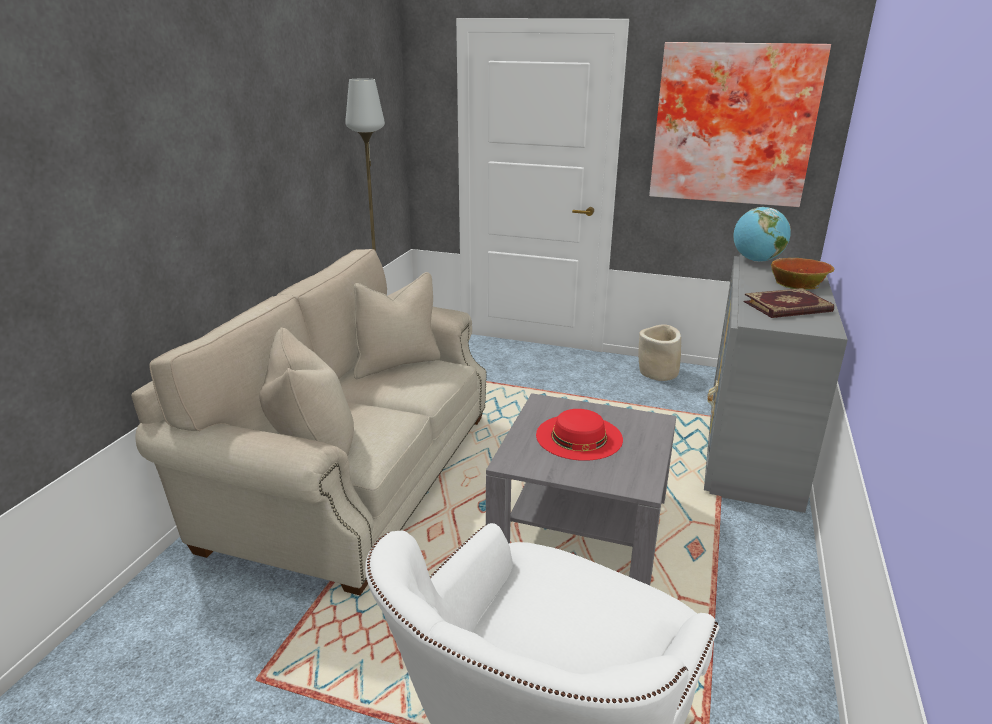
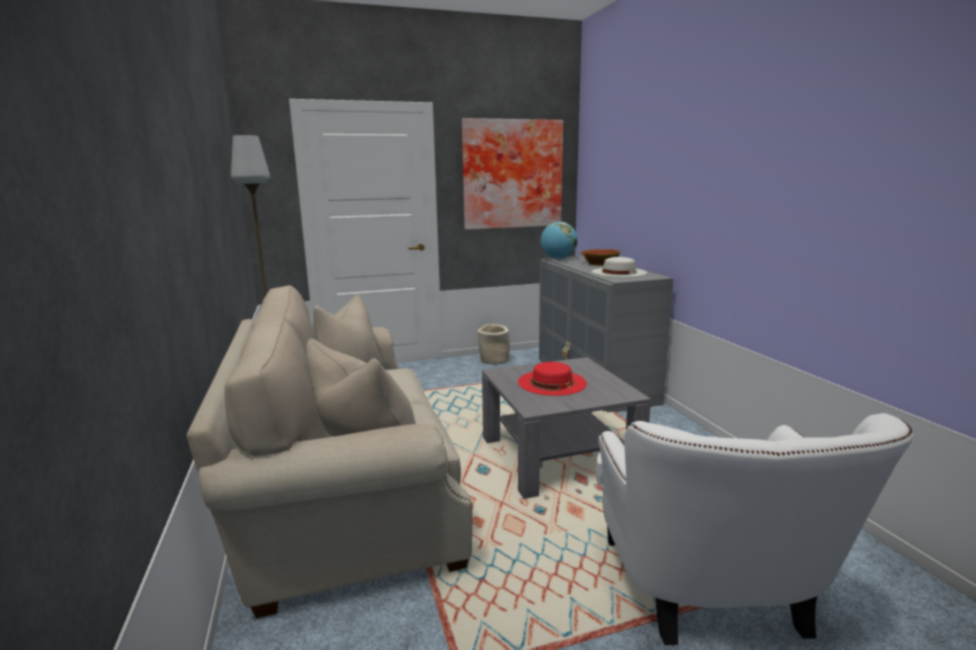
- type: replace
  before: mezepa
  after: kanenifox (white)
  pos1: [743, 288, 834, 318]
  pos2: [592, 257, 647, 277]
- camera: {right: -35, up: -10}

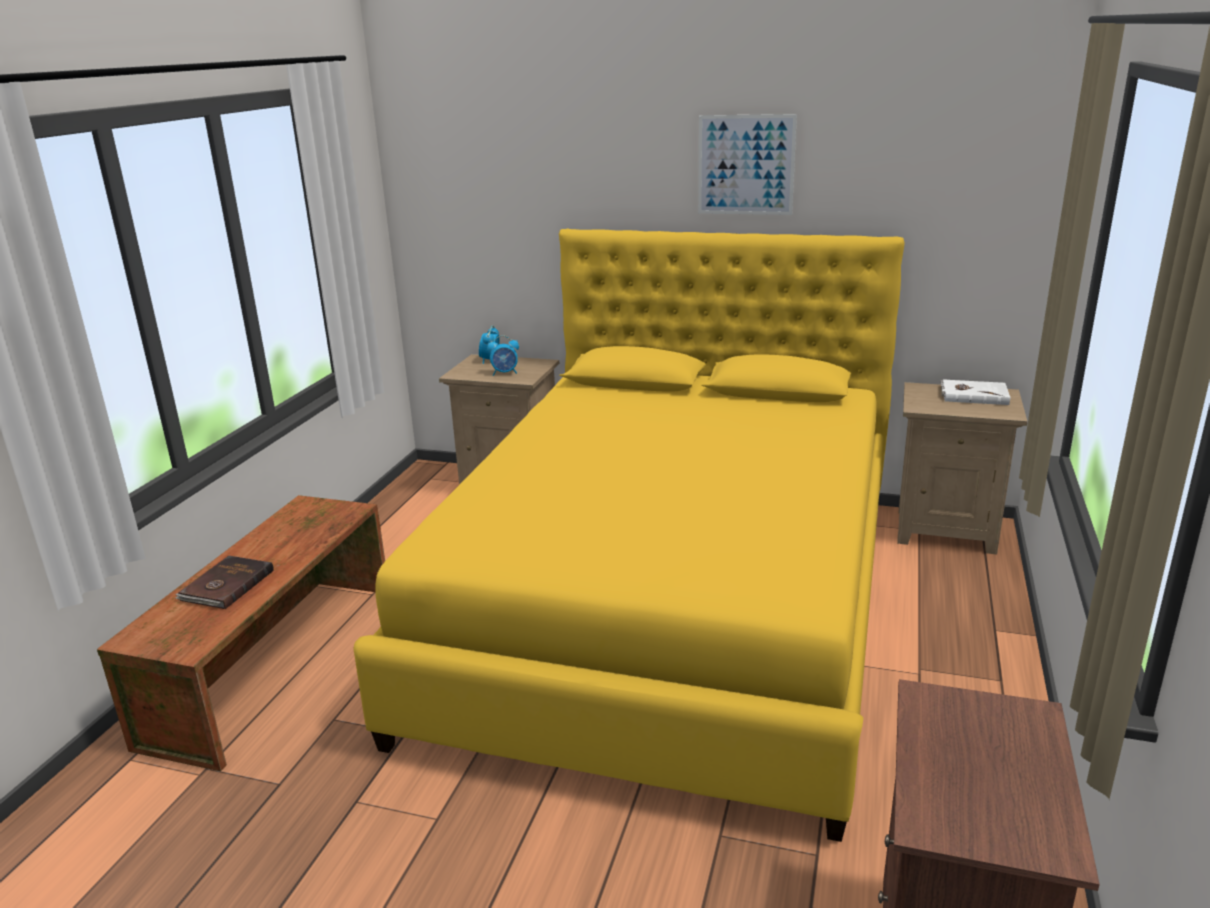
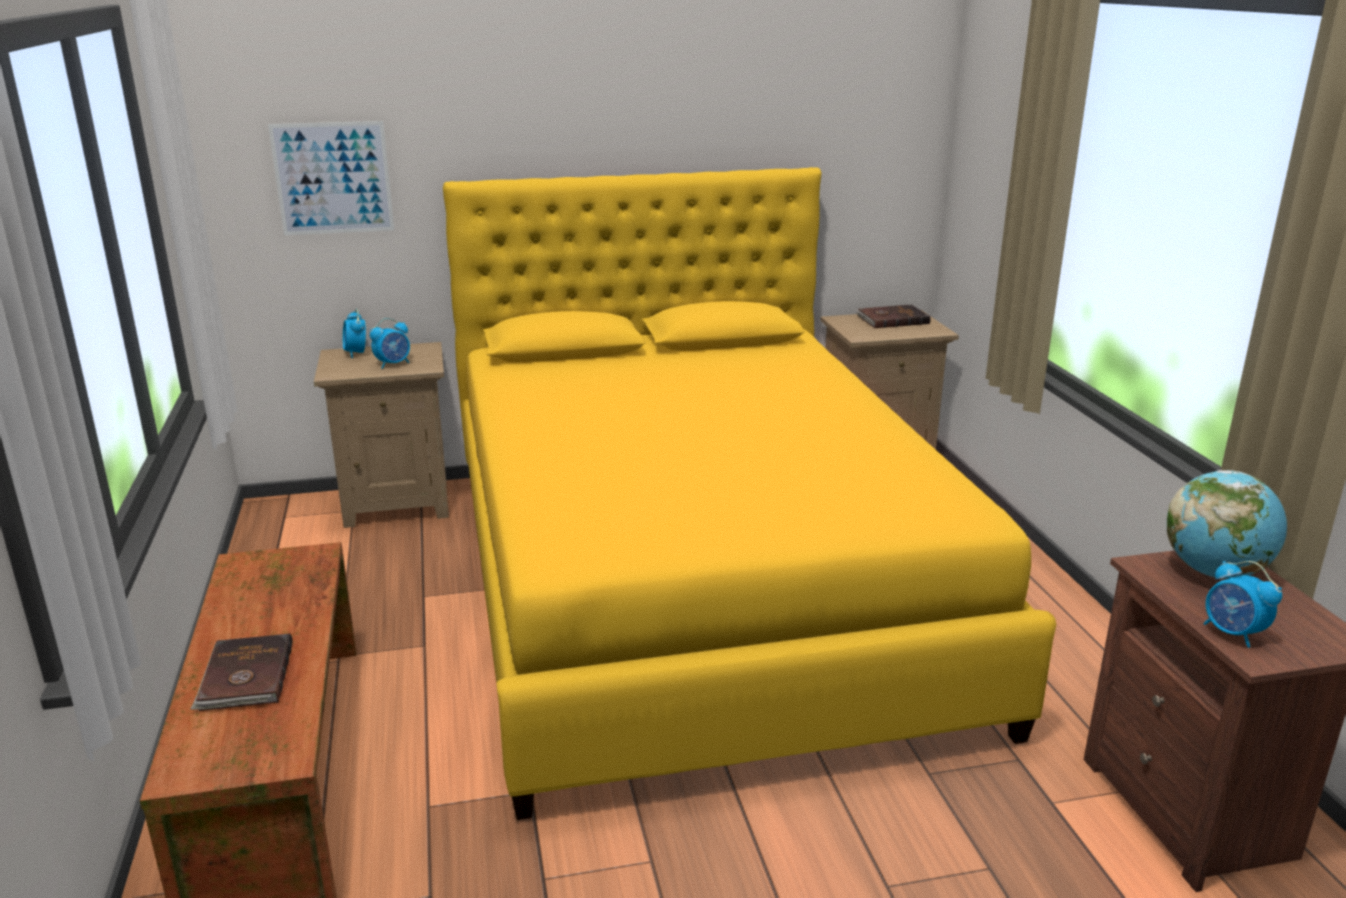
- type: move
  before: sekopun
  pos1: [698, 114, 797, 215]
  pos2: [268, 121, 394, 235]
- type: recolor
  before: mezepa (white)
  after: mezepa (brown)
  pos1: [941, 380, 1010, 405]
  pos2: [856, 305, 930, 328]
- type: insert
  after: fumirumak
  pos2: [1167, 470, 1287, 579]
- type: insert
  after: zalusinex
  pos2: [1203, 561, 1282, 648]
- camera: {right: -30, up: 0}

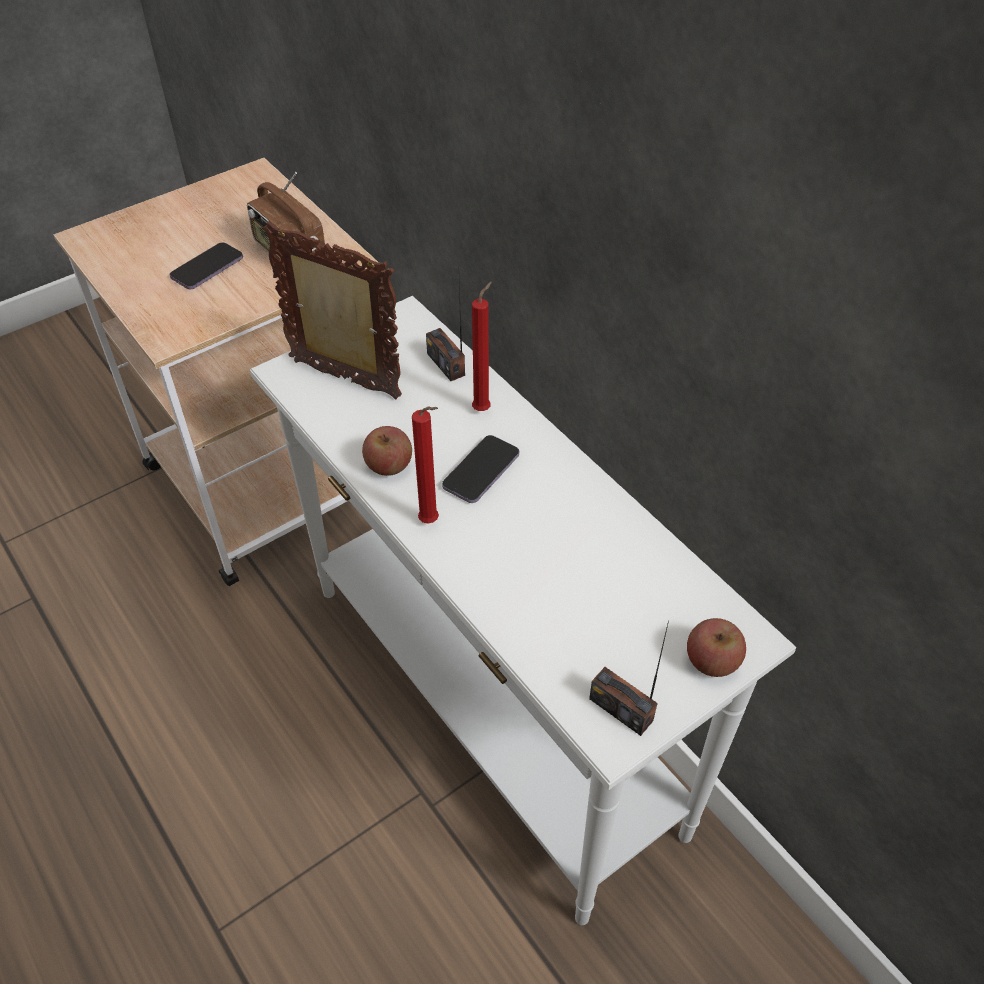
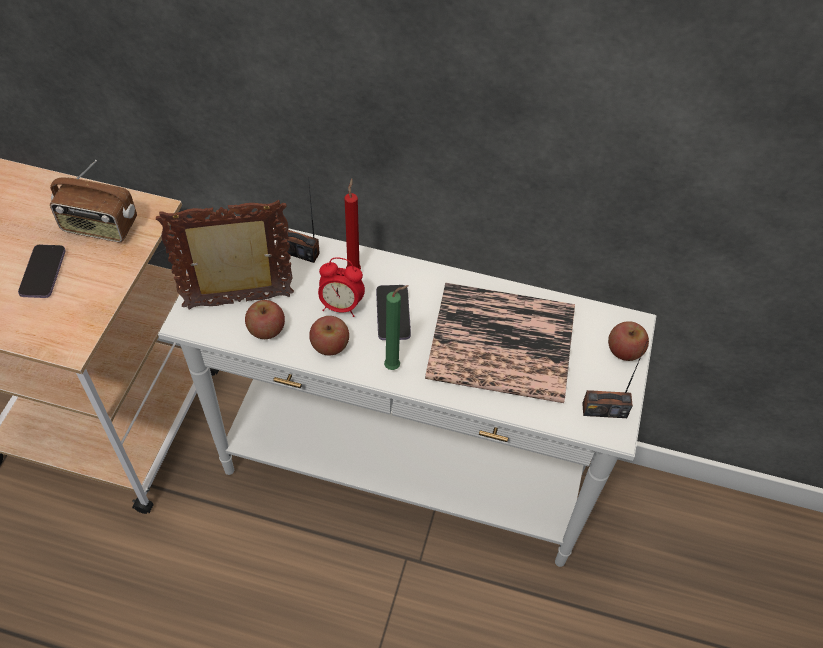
- type: recolor
  before: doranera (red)
  after: doranera (green)
  pos1: [412, 406, 439, 523]
  pos2: [384, 285, 409, 370]
- type: insert
  after: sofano
  pos2: [245, 300, 285, 339]
- type: insert
  after: zalusinex
  pos2: [318, 257, 365, 317]
- type: insert
  after: mezepa
  pos2: [425, 283, 575, 403]
- camera: {right: -40, up: 5}

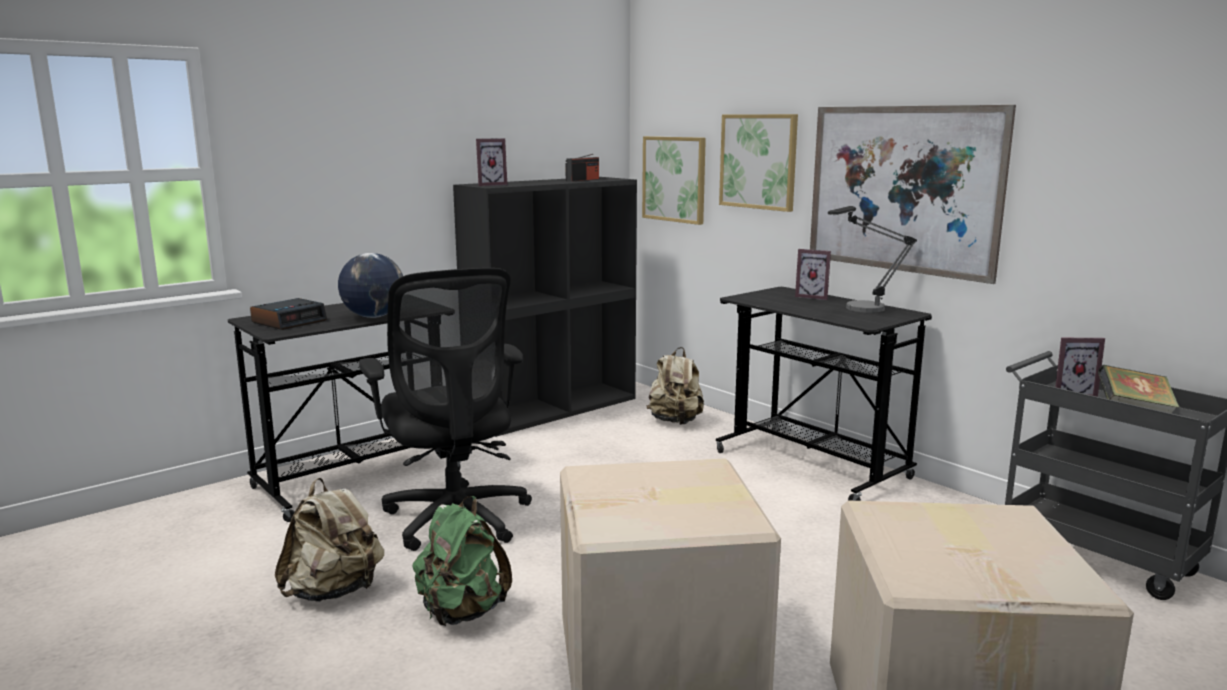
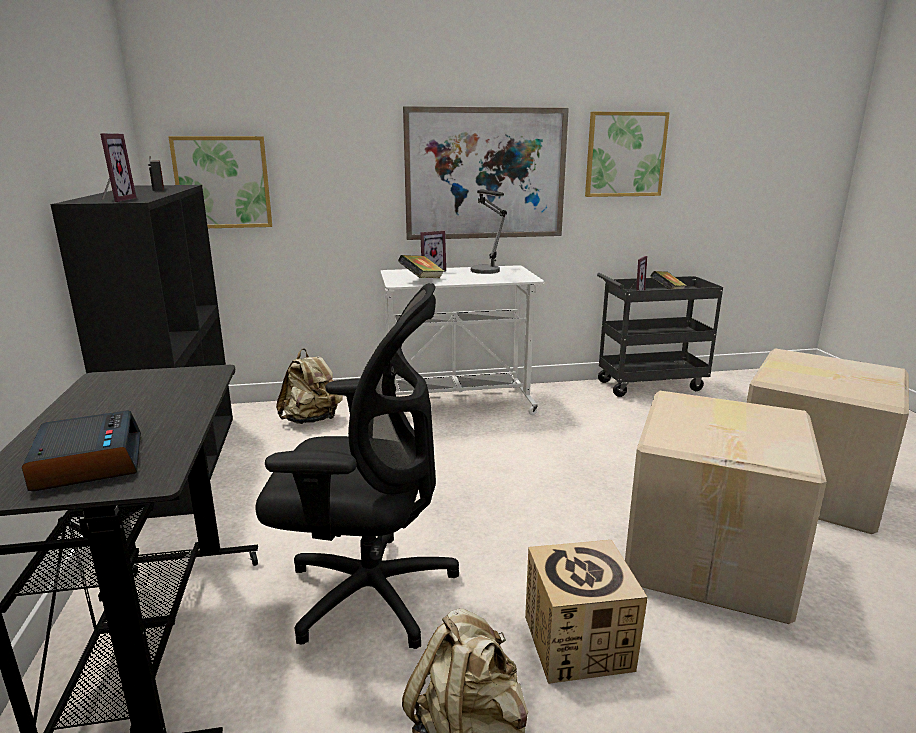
- type: delete
  before: fumirumak
  pos1: [338, 253, 403, 318]
- type: replace
  before: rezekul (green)
  after: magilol
  pos1: [412, 496, 512, 626]
  pos2: [525, 540, 648, 684]
- type: recolor
  before: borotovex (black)
  after: borotovex (white)
  pos1: [716, 287, 932, 501]
  pos2: [380, 265, 544, 415]
- type: move
  before: sekopun
  pos1: [719, 114, 798, 212]
  pos2: [585, 112, 670, 197]
- type: insert
  after: mezepa
  pos2: [398, 255, 444, 278]
- camera: {right: -60, up: 5}

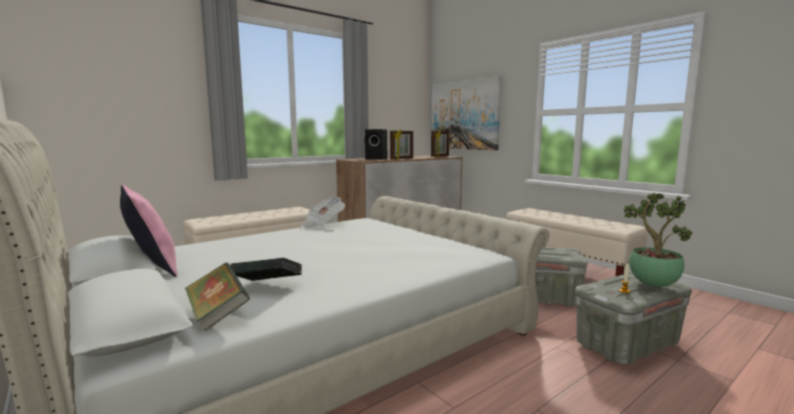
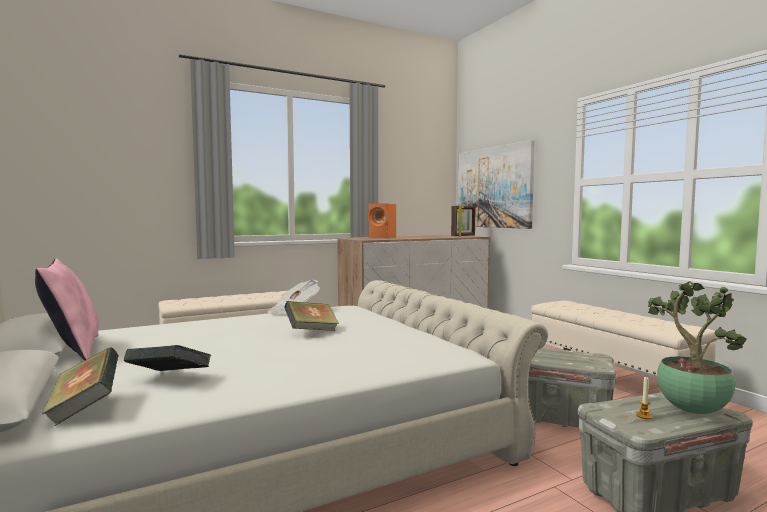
- type: recolor
  before: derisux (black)
  after: derisux (orange)
  pos1: [365, 129, 387, 160]
  pos2: [368, 204, 396, 239]
- type: delete
  before: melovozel
  pos1: [390, 130, 413, 160]
- type: insert
  after: mezepa
  pos2: [284, 301, 339, 331]
- camera: {right: 10, up: -5}

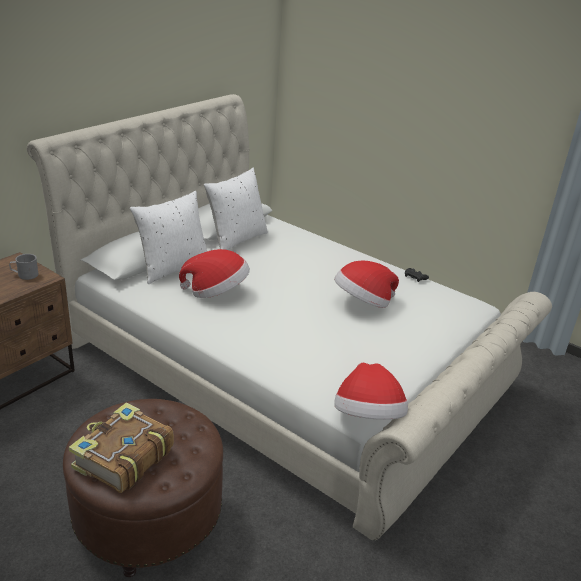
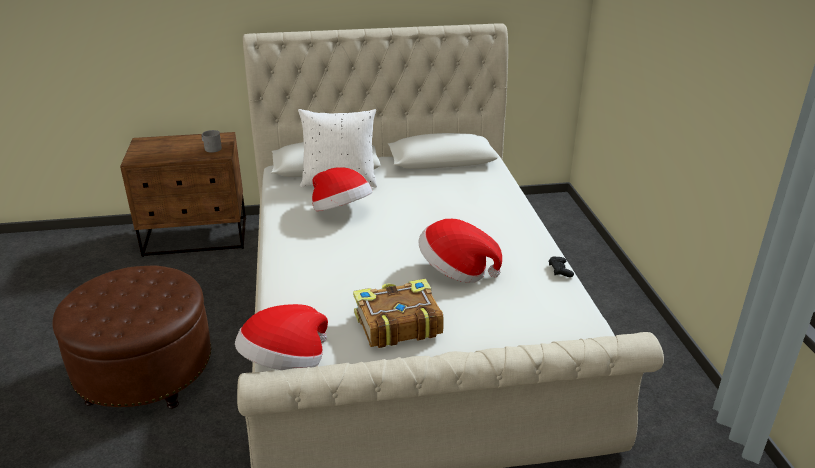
- type: move
  before: mezepa
  pos1: [69, 403, 174, 493]
  pos2: [353, 279, 444, 348]
- type: delete
  before: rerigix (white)
  pos1: [204, 167, 268, 250]
- camera: {right: 45, up: 0}

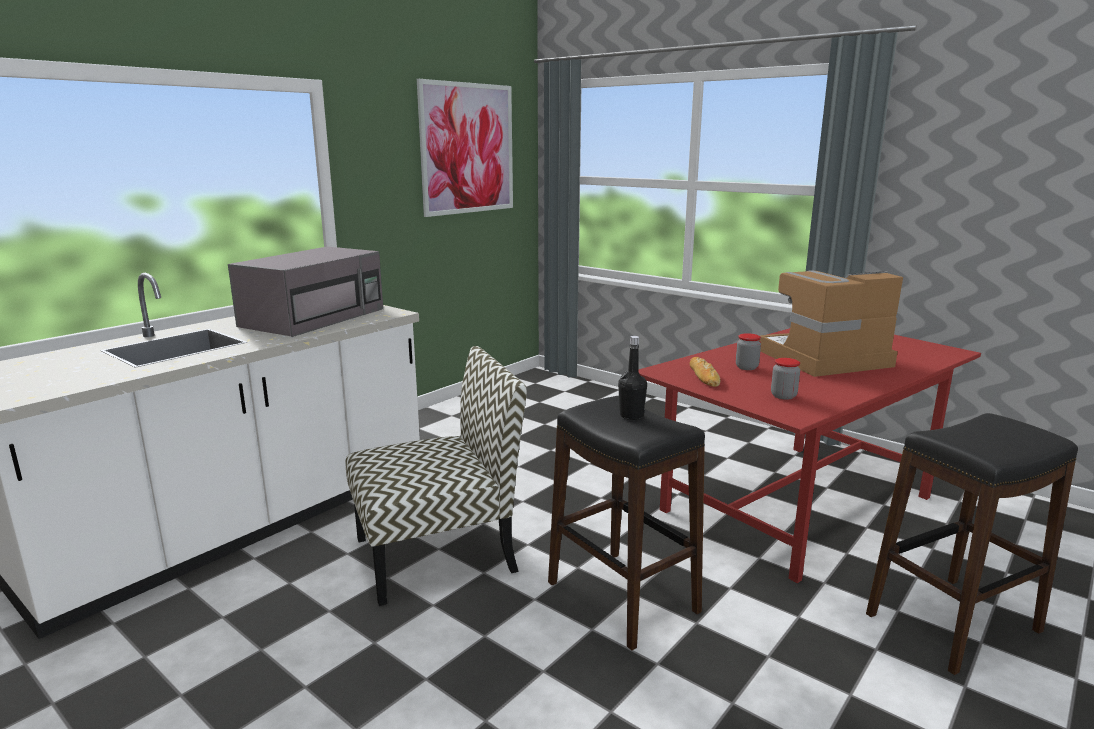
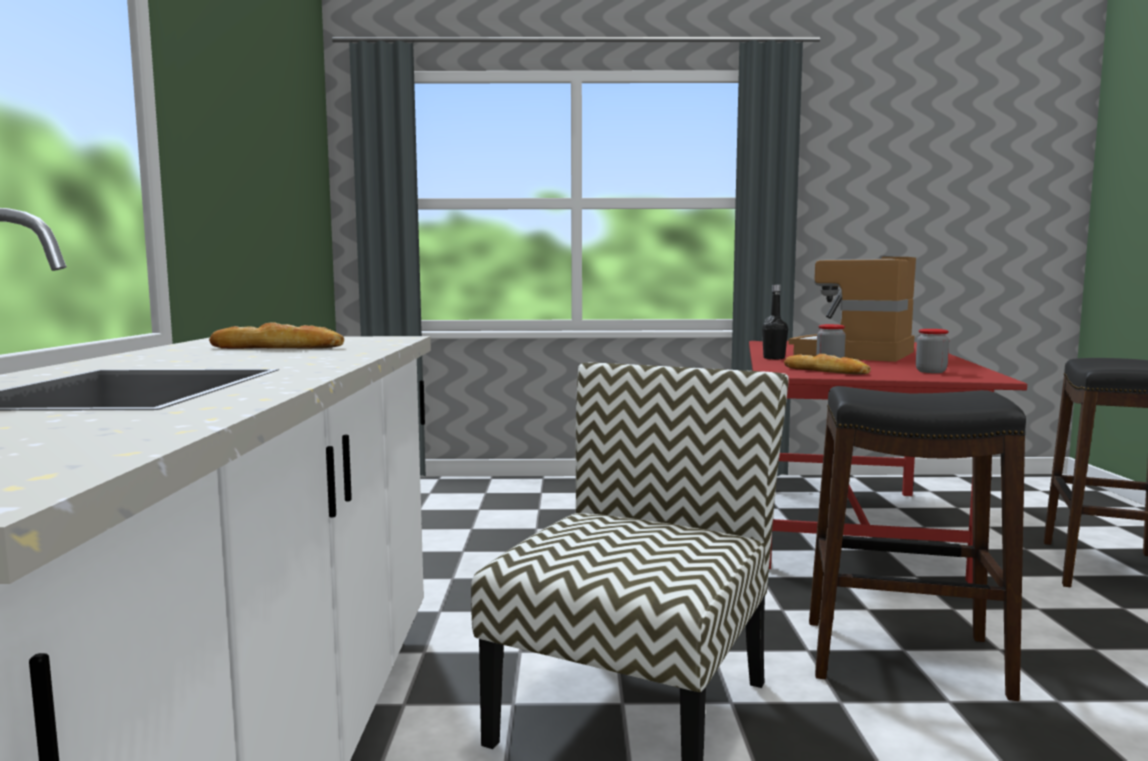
- type: replace
  before: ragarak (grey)
  after: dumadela
  pos1: [228, 247, 383, 337]
  pos2: [209, 322, 344, 349]
- type: delete
  before: sekopun
  pos1: [417, 79, 513, 217]
- type: move
  before: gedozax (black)
  pos1: [618, 336, 647, 420]
  pos2: [762, 285, 788, 359]
- camera: {right: -40, up: -10}

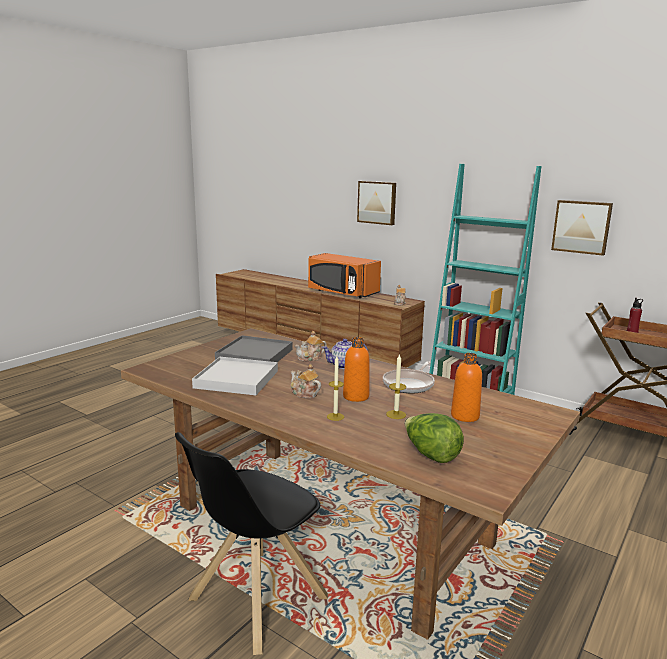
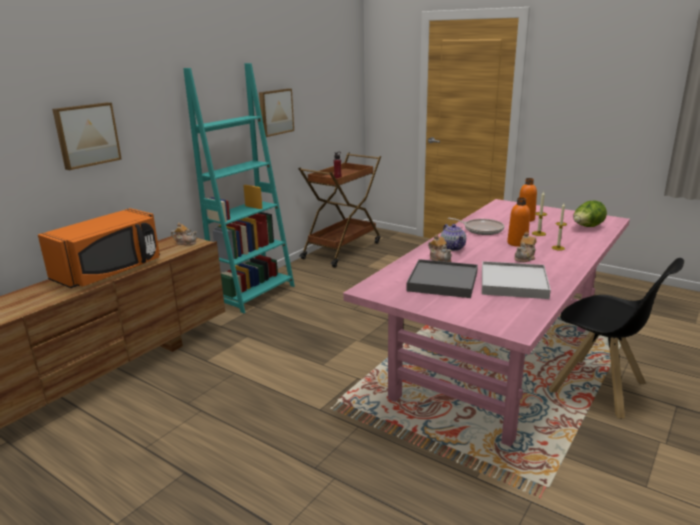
- type: recolor
  before: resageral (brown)
  after: resageral (pink)
  pos1: [121, 328, 580, 640]
  pos2: [343, 199, 630, 447]
- camera: {right: -90, up: 5}

